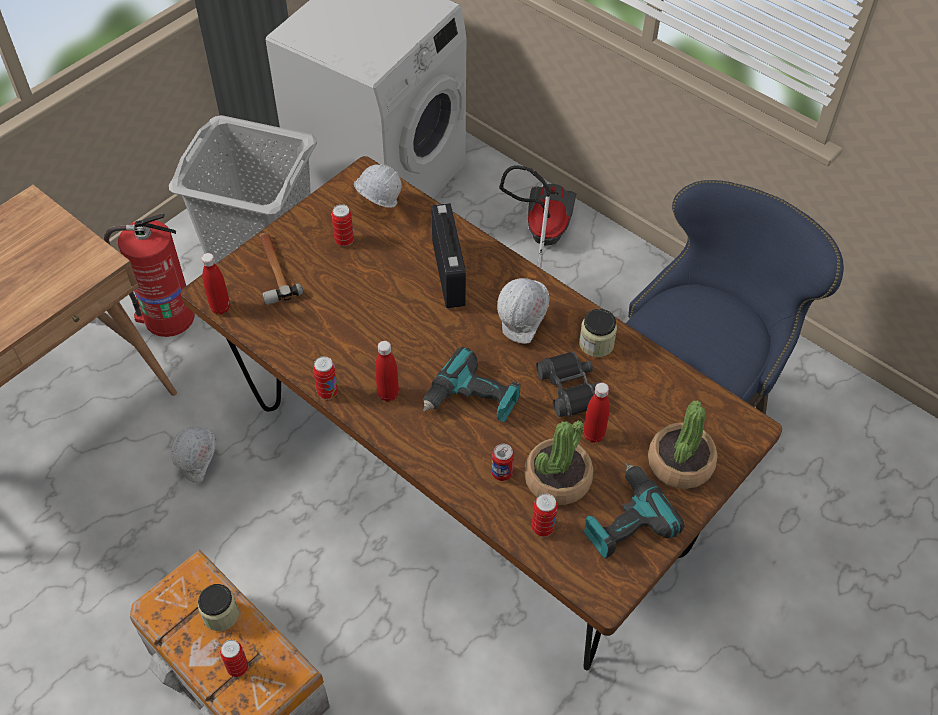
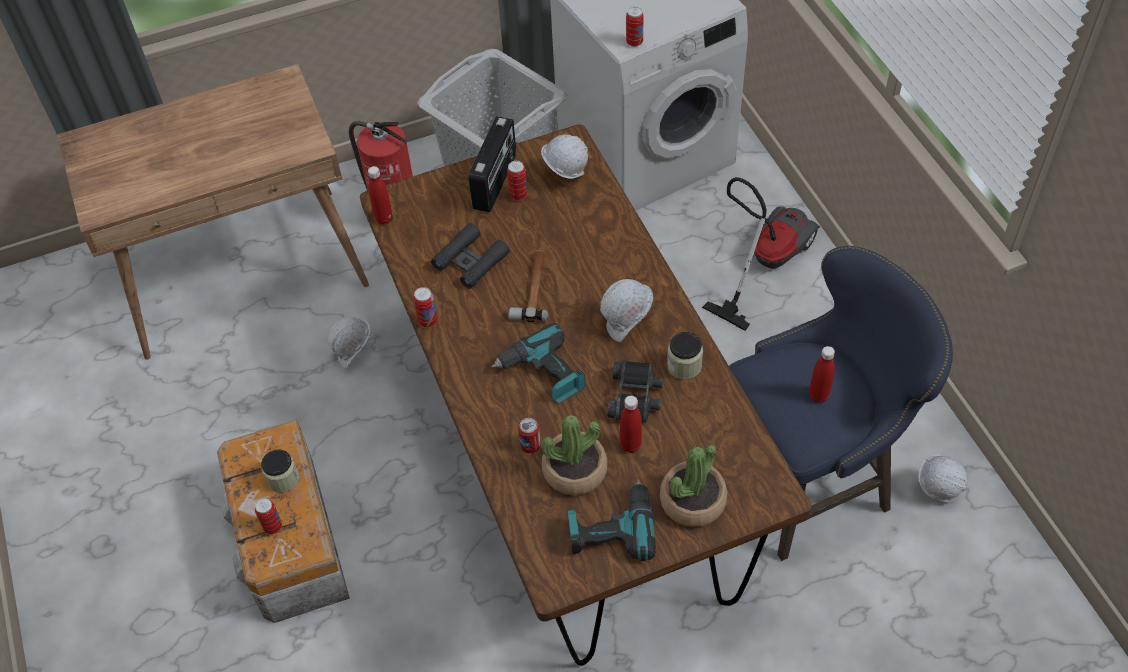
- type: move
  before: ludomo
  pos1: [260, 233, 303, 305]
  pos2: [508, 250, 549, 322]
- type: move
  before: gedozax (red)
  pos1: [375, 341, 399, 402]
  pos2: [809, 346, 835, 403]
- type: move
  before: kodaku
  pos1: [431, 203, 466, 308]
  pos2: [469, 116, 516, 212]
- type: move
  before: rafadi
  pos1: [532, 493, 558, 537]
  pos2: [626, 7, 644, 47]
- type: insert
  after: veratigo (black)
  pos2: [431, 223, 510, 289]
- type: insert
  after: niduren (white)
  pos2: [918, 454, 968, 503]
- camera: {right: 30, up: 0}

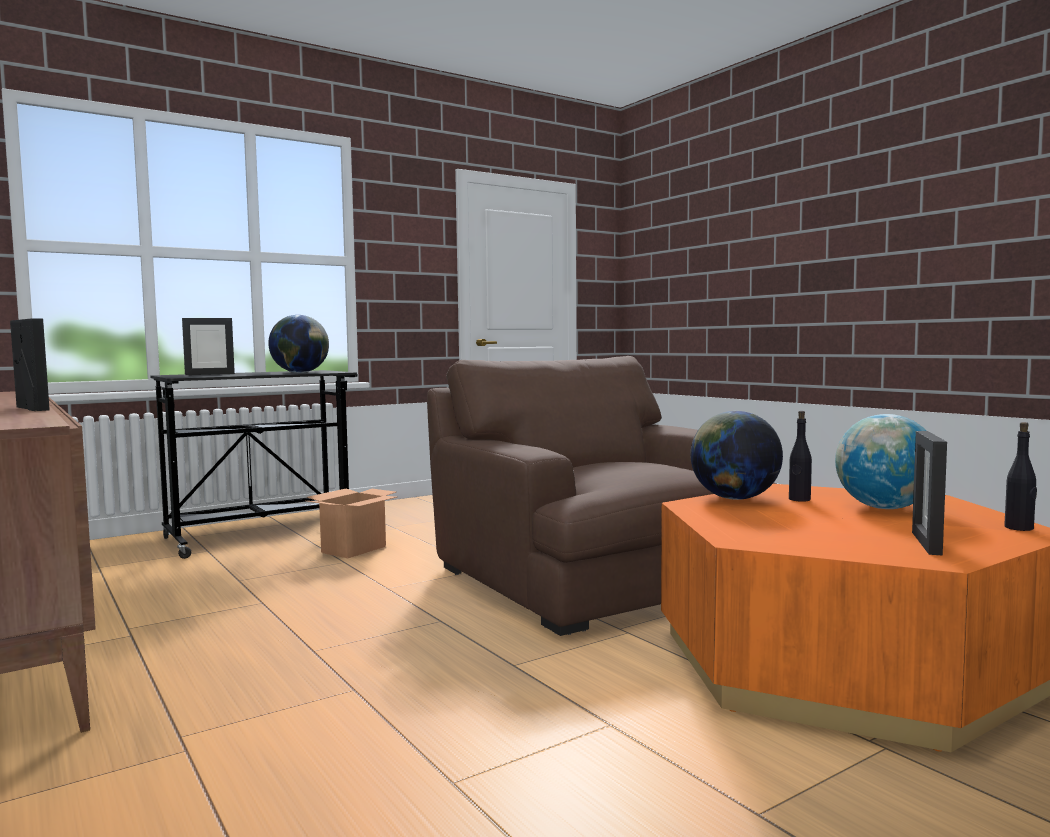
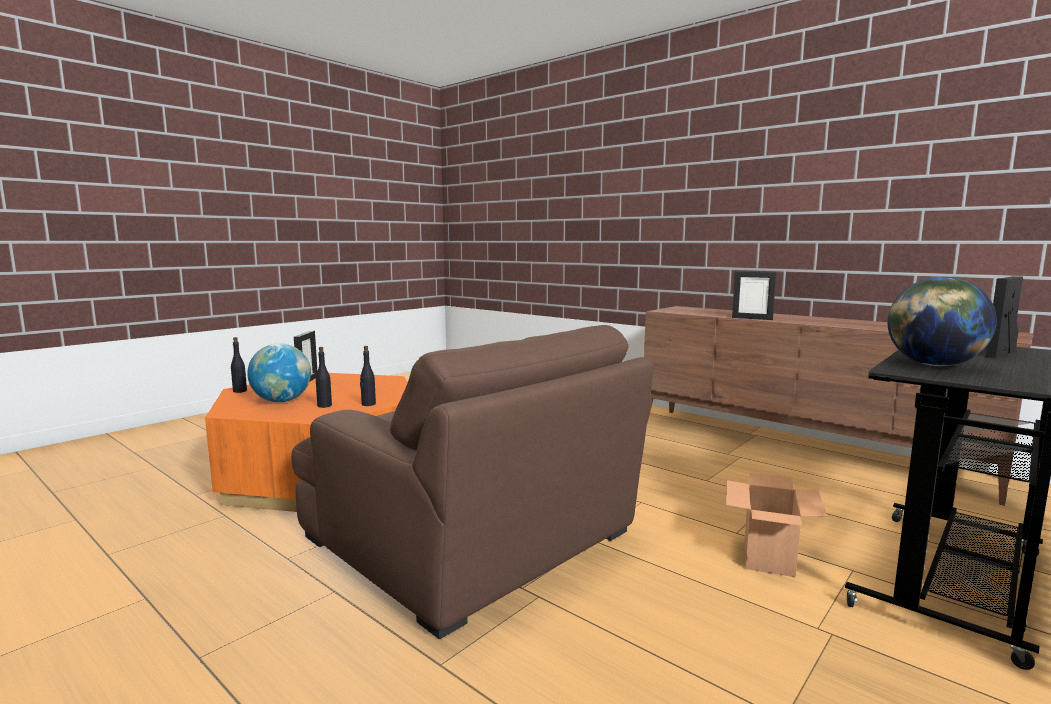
- type: replace
  before: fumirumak
  after: gedozax (black)
  pos1: [690, 411, 783, 500]
  pos2: [360, 346, 376, 406]
- camera: {right: 165, up: 5}

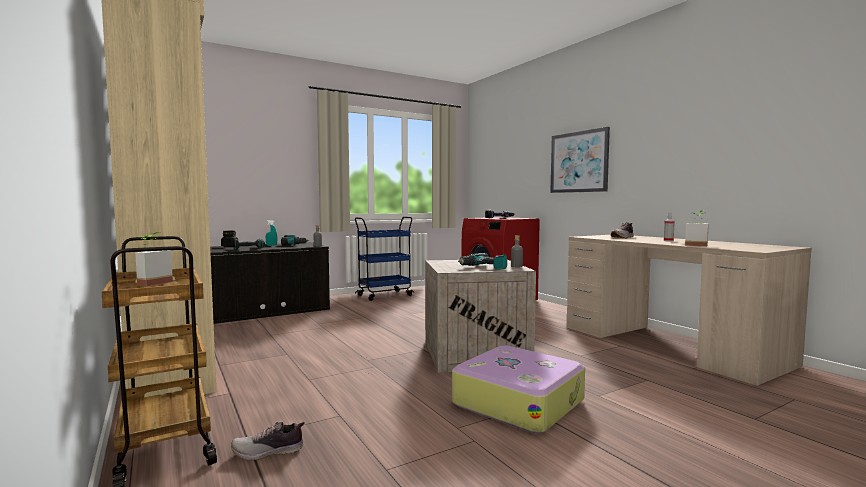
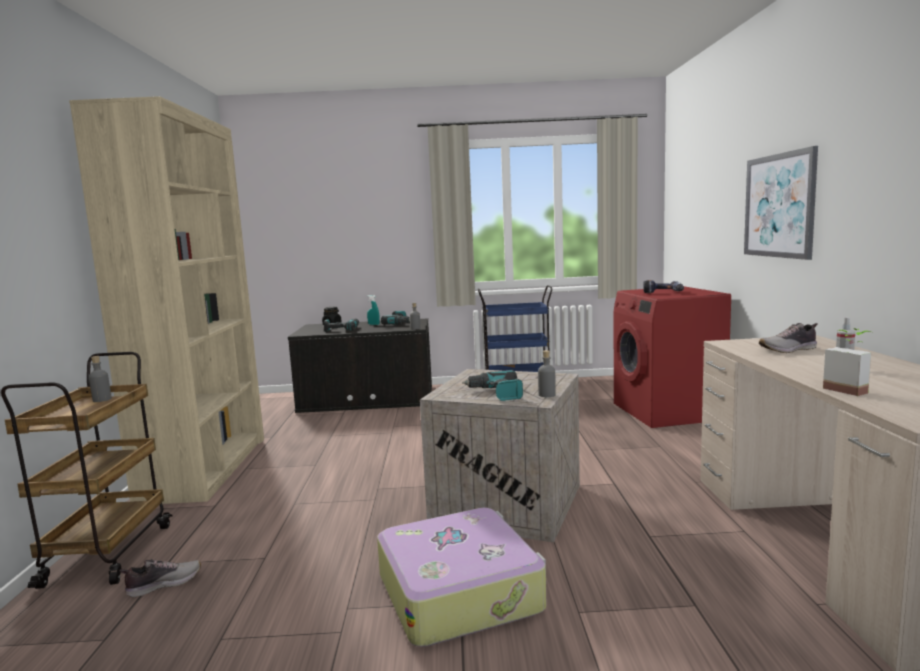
- type: replace
  before: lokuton
  after: gedozax (grey)
  pos1: [135, 232, 173, 287]
  pos2: [89, 356, 112, 402]
- type: rotate
  before: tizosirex
  pos1: [231, 422, 305, 461]
  pos2: [120, 559, 201, 597]
  turn: 135
- camera: {right: 30, up: 5}

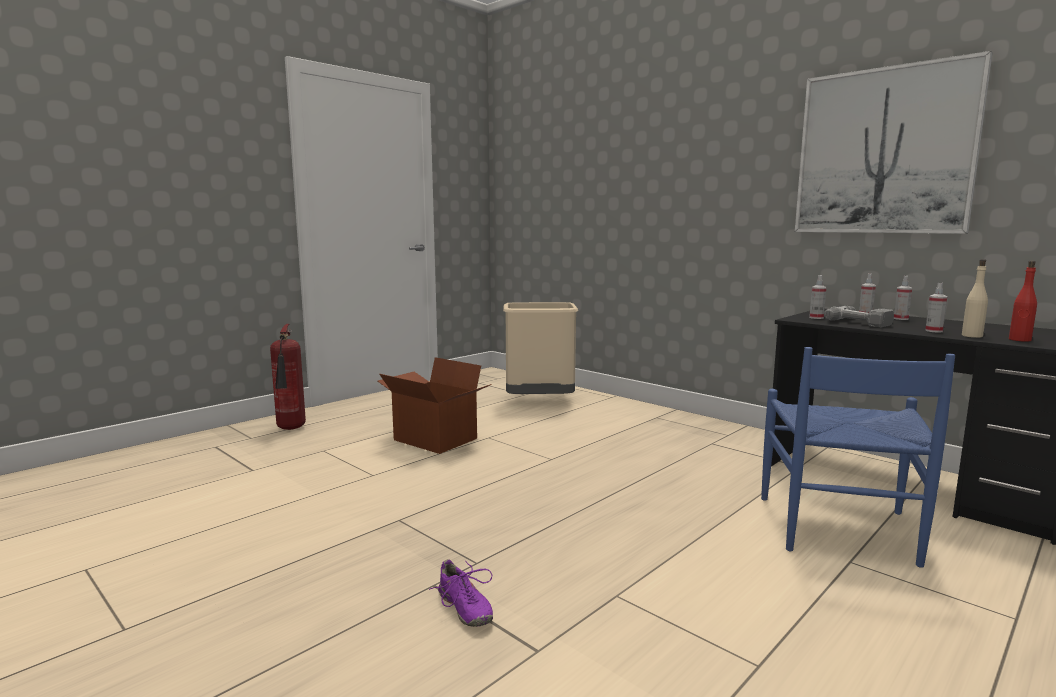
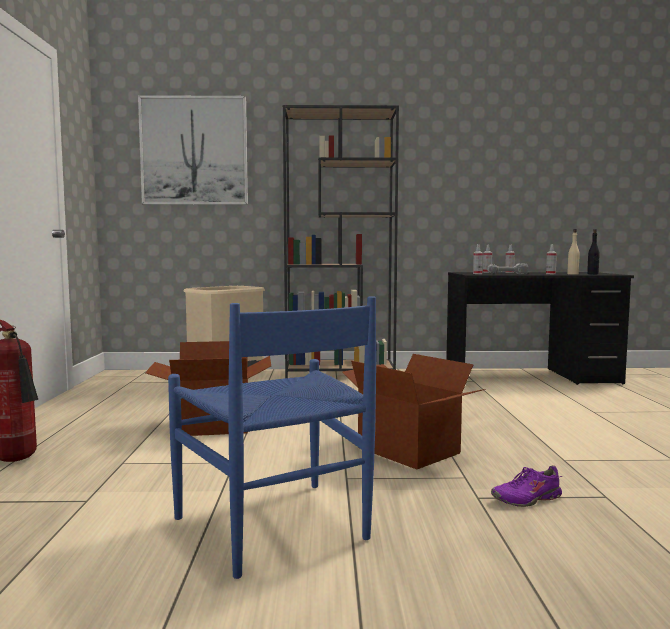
- type: rotate
  before: tizosirex (purple)
  pos1: [429, 559, 493, 627]
  pos2: [491, 465, 562, 507]
  turn: 150
- type: move
  before: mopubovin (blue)
  pos1: [761, 347, 955, 568]
  pos2: [168, 296, 376, 579]
- type: move
  before: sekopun
  pos1: [795, 51, 993, 234]
  pos2: [138, 95, 248, 205]
- type: recolor
  before: gedozax (red)
  after: gedozax (black)
  pos1: [1009, 261, 1037, 342]
  pos2: [587, 229, 600, 274]
- type: insert
  after: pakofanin
  pos2: [283, 105, 399, 378]
- type: insert
  after: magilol
  pos2: [342, 354, 486, 469]
- camera: {right: -45, up: -5}

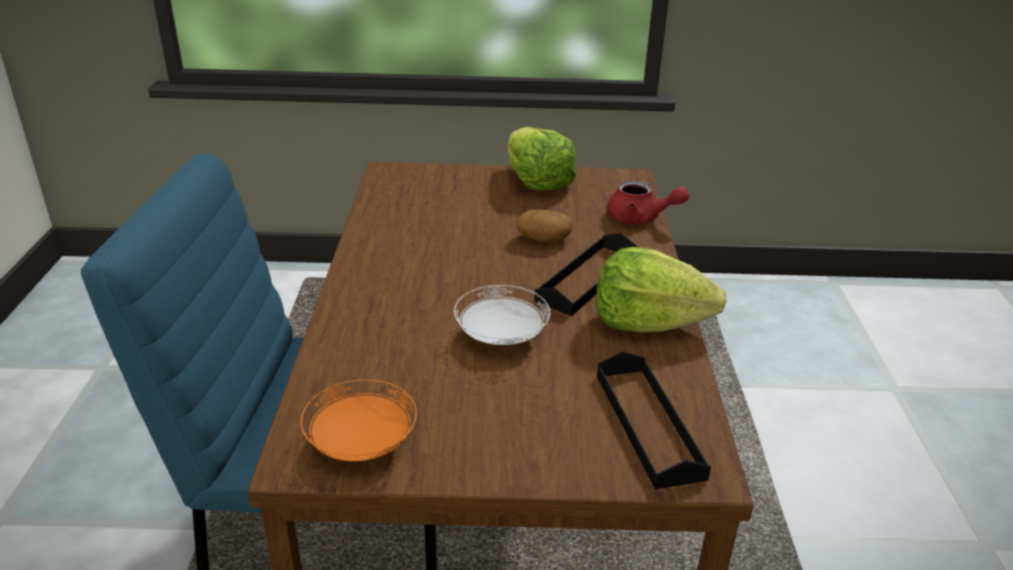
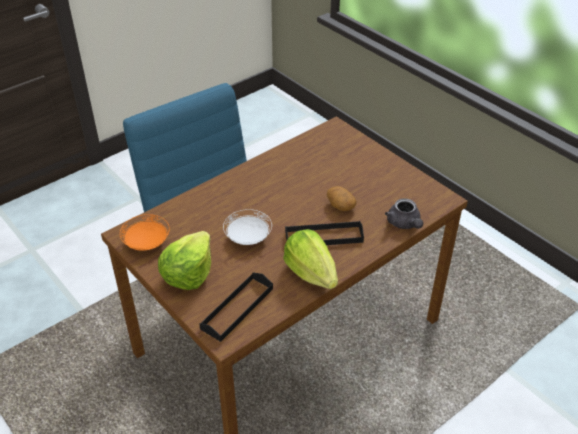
- type: move
  before: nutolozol
  pos1: [507, 127, 577, 191]
  pos2: [158, 231, 211, 290]
- type: recolor
  before: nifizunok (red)
  after: nifizunok (grey)
  pos1: [607, 180, 689, 224]
  pos2: [385, 198, 423, 229]
- camera: {right: 50, up: 10}

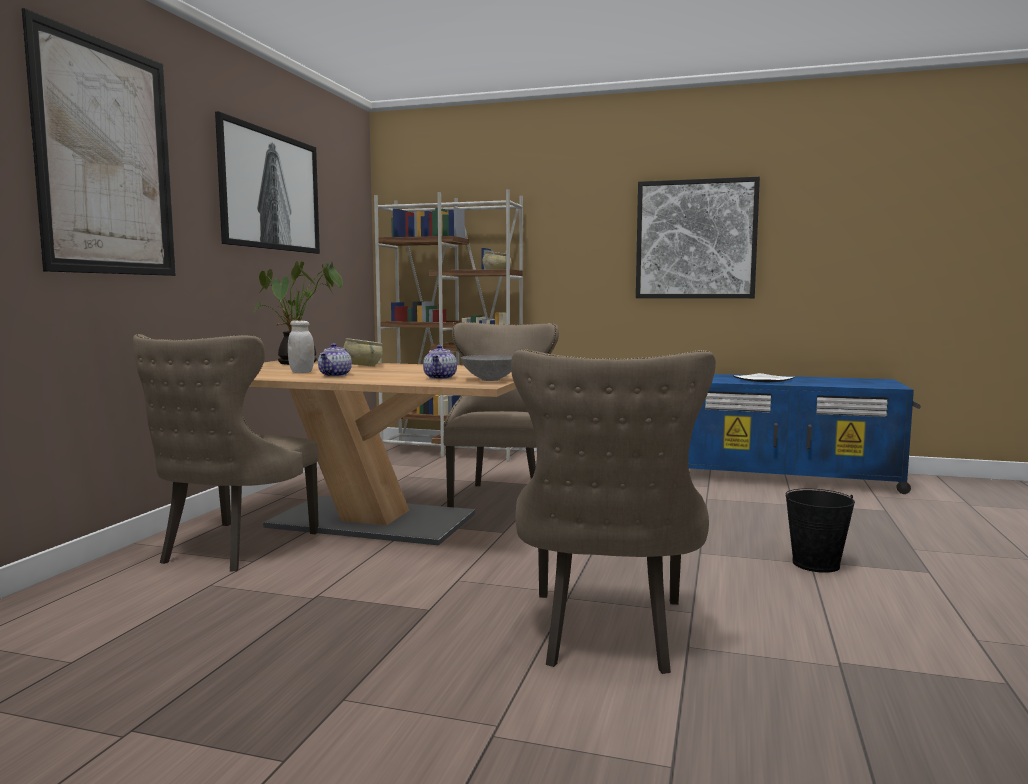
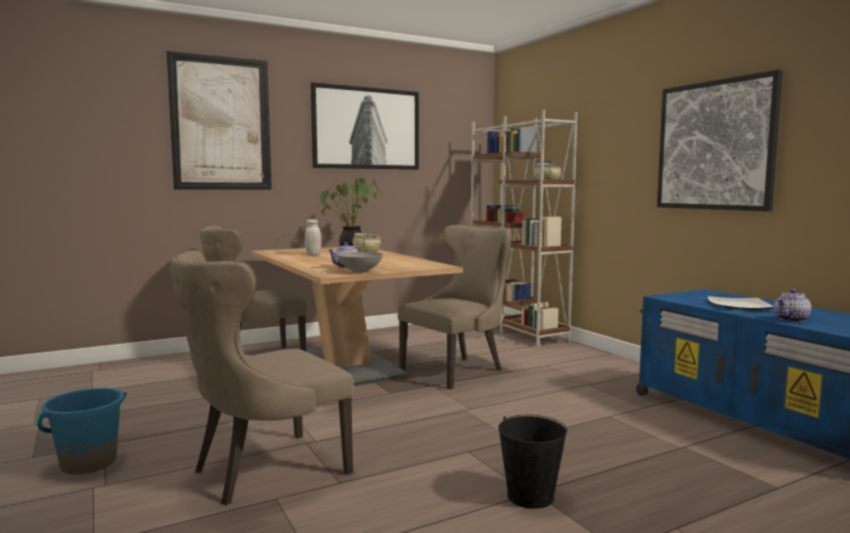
- type: move
  before: nifizunok
  pos1: [318, 343, 352, 377]
  pos2: [774, 289, 811, 322]
- type: insert
  after: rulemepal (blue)
  pos2: [37, 388, 127, 475]
- camera: {right: 45, up: 0}

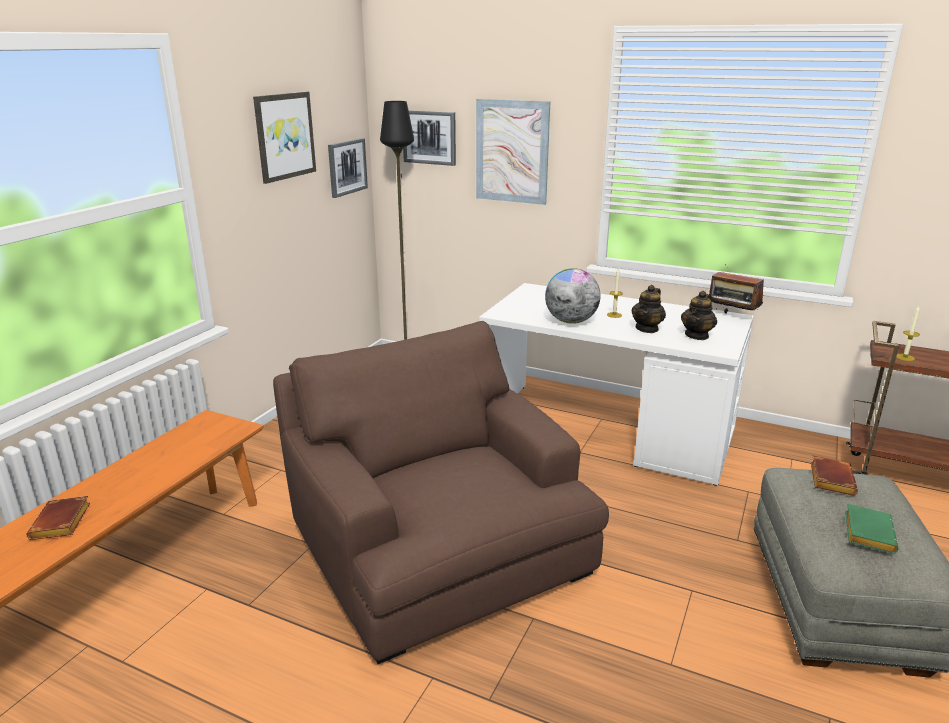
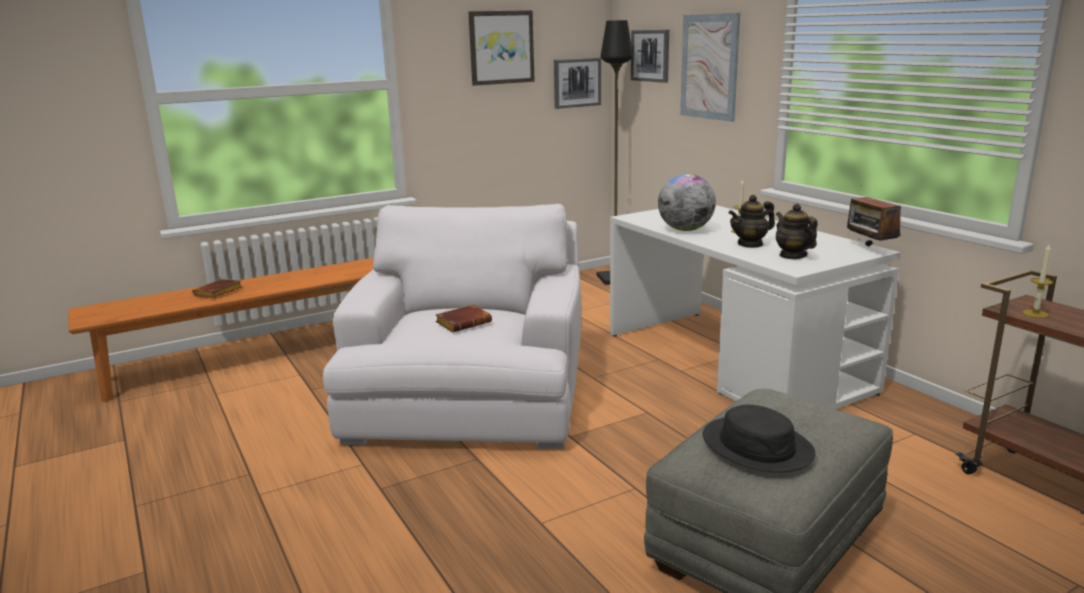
- type: recolor
  before: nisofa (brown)
  after: nisofa (white)
  pos1: [273, 321, 609, 664]
  pos2: [323, 204, 581, 449]
- type: rotate
  before: nifizunok
  pos1: [681, 291, 717, 340]
  pos2: [776, 203, 818, 259]
  turn: 90
- type: move
  before: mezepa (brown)
  pos1: [811, 456, 858, 496]
  pos2: [435, 305, 492, 333]
- type: replace
  before: mezepa (green)
  after: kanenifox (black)
  pos1: [845, 504, 899, 554]
  pos2: [703, 405, 816, 472]
- camera: {right: 35, up: -5}

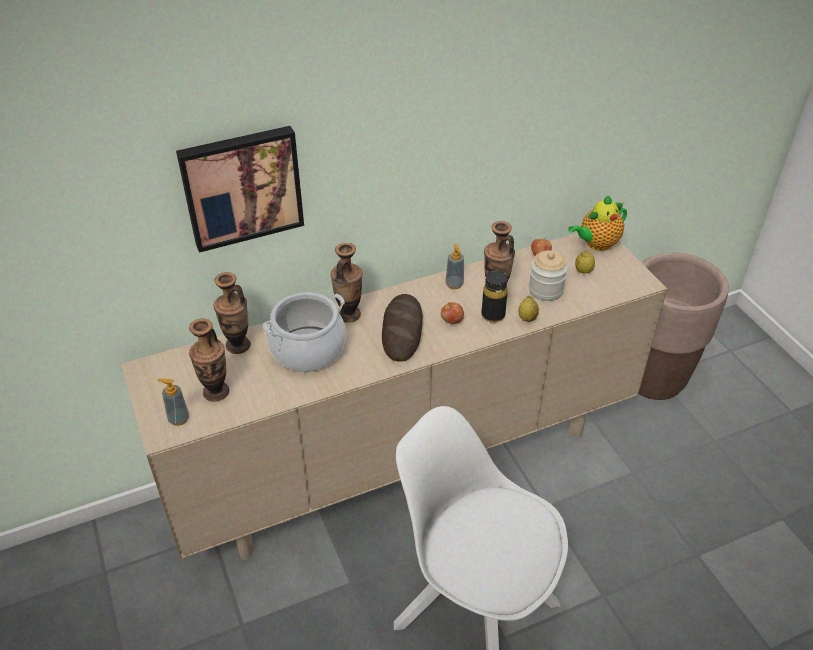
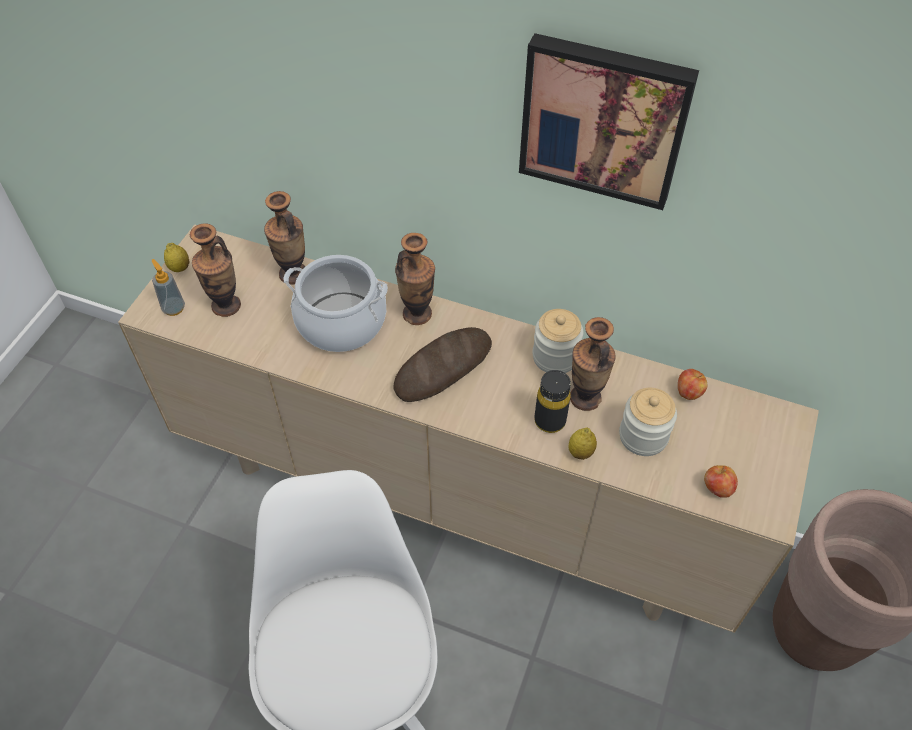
- type: move
  before: sekopun
  pos1: [176, 126, 304, 253]
  pos2: [519, 33, 699, 210]
- type: move
  before: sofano
  pos1: [441, 302, 464, 324]
  pos2: [704, 465, 738, 497]
- type: replace
  before: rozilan
  after: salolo
  pos1: [445, 244, 464, 289]
  pos2: [532, 309, 583, 373]
- type: delete
  before: nifizunok
  pos1: [568, 195, 627, 251]
- type: move
  before: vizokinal
  pos1: [575, 250, 595, 274]
  pos2: [164, 243, 190, 272]
- camera: {right: 45, up: 10}

